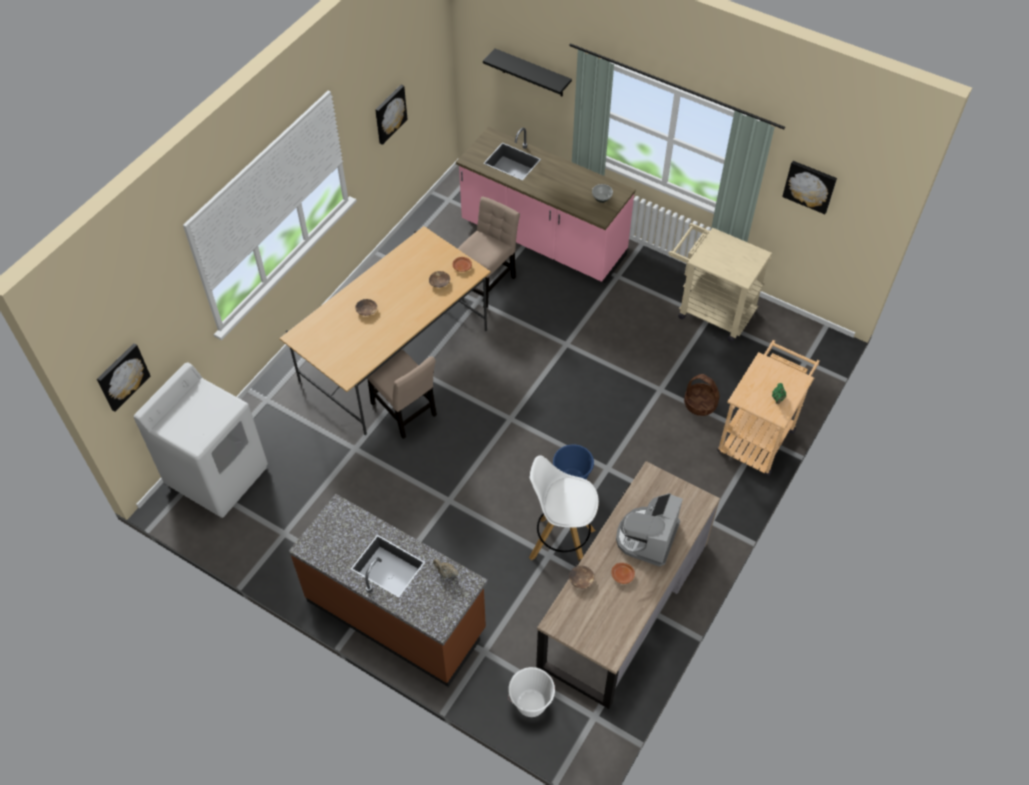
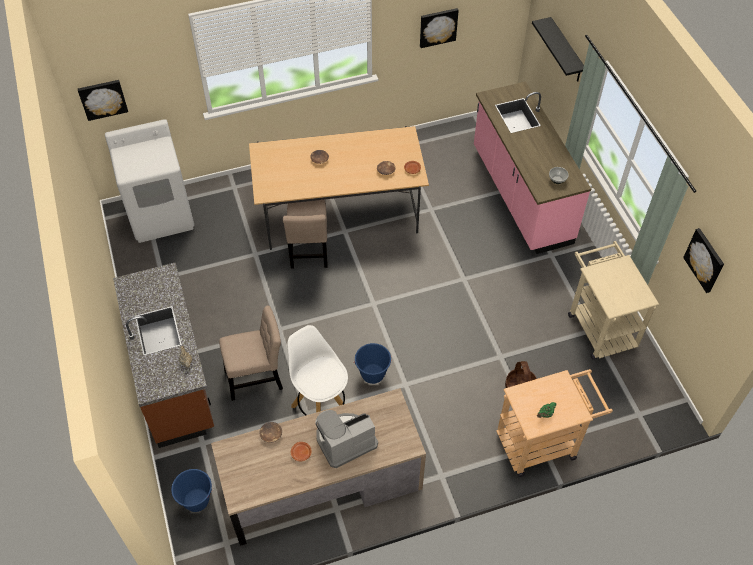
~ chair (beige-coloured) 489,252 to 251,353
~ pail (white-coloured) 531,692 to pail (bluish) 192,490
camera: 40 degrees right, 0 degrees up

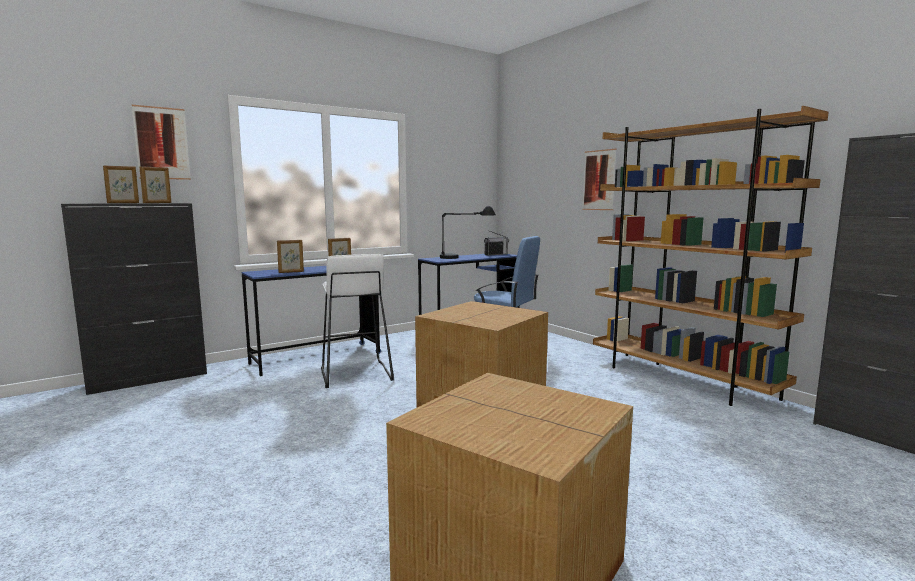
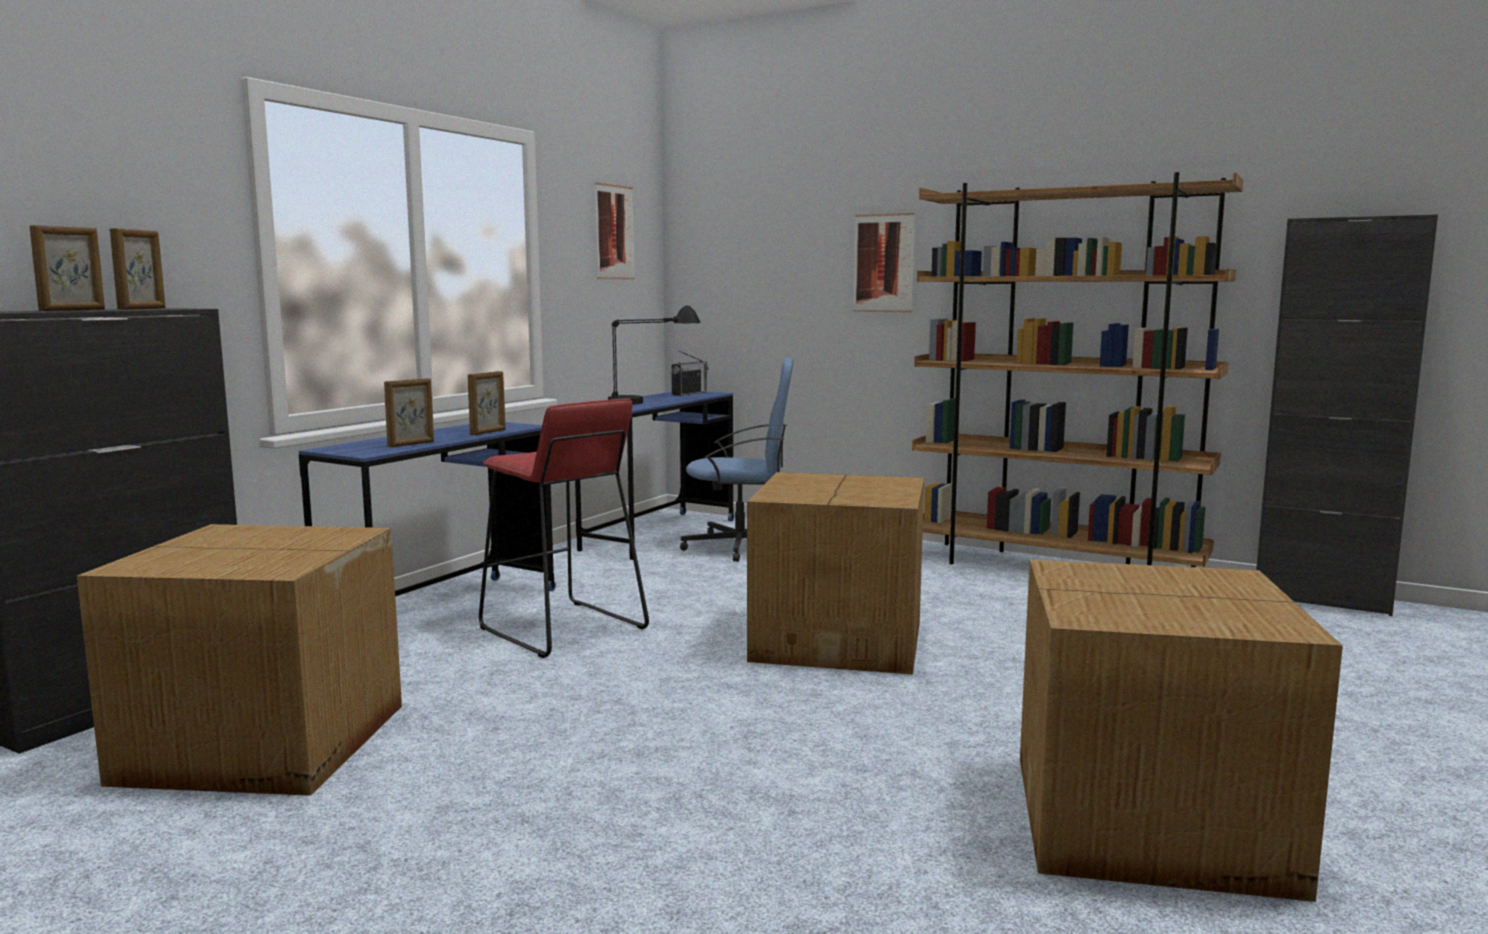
+ carton 239,660
~ wall picture 161,142 to 615,230
~ stool (white-coloured) 357,321 to stool (reddish) 564,528
camera: 25 degrees left, 0 degrees up

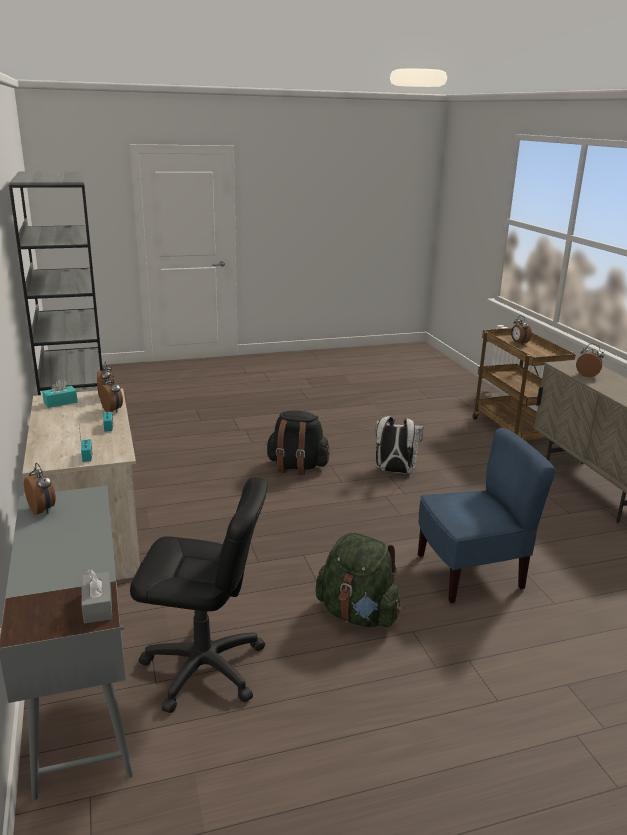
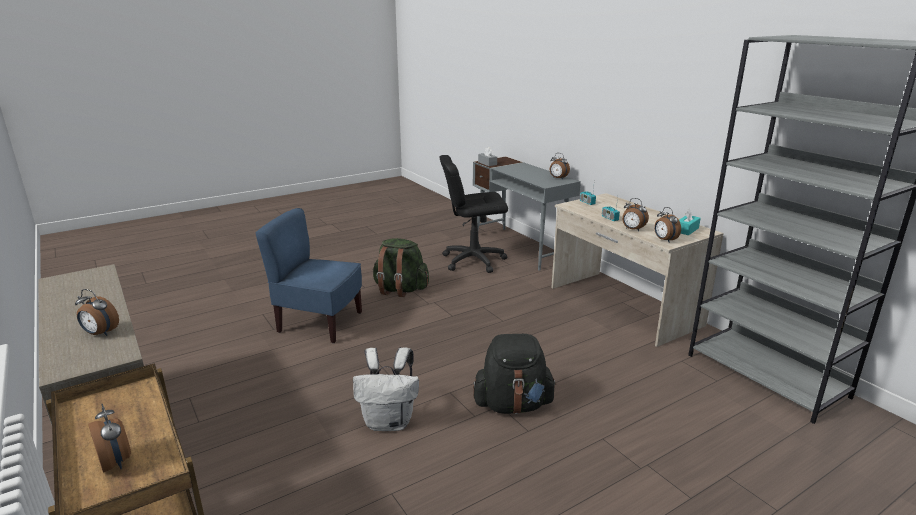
~ chair (bluish) 487,515 = 309,275 45 degrees clockwise
camera: 165 degrees right, 0 degrees up

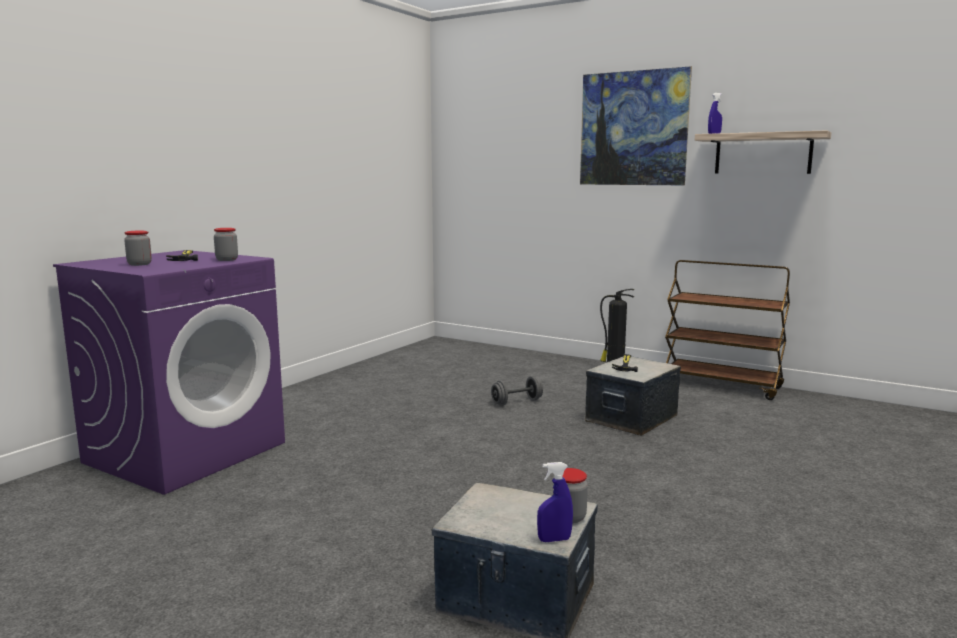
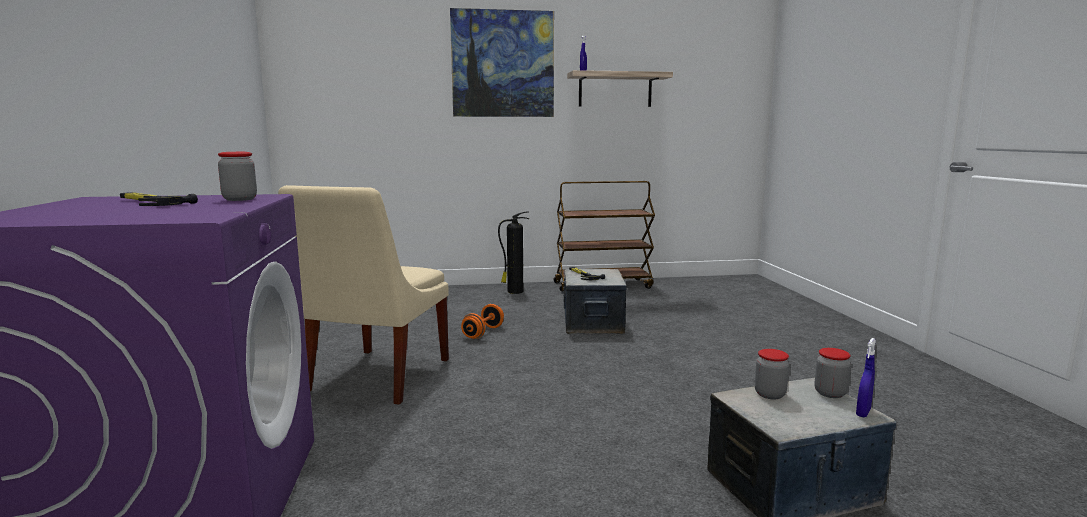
+ chair (beige-coloured) 363,295
~ preserve jar 138,248 to 772,374
~ dumbbell (grey) 517,391 to dumbbell (orange-coloured) 482,321
camera: 40 degrees left, 0 degrees up

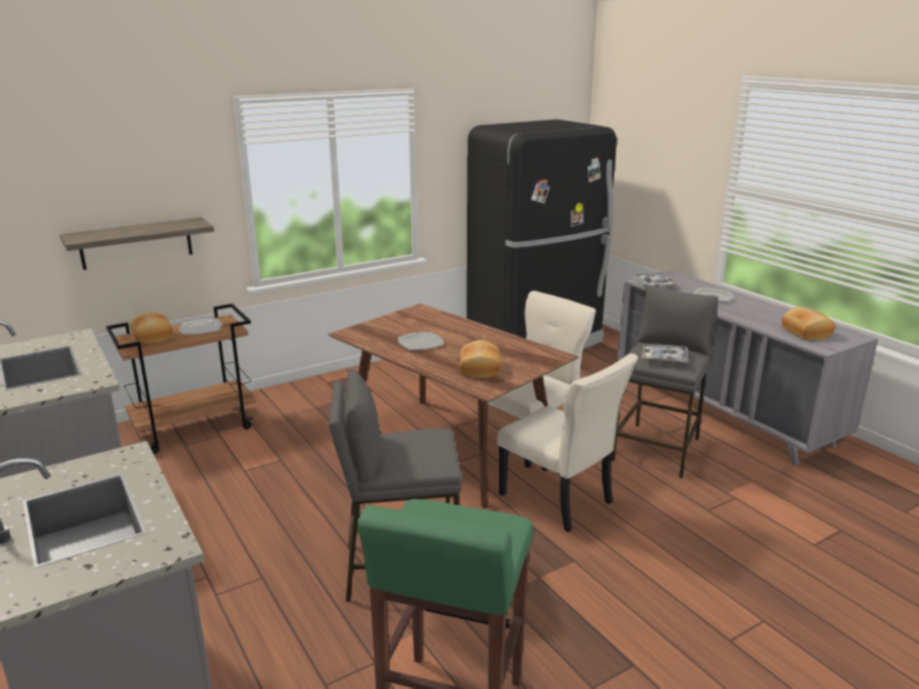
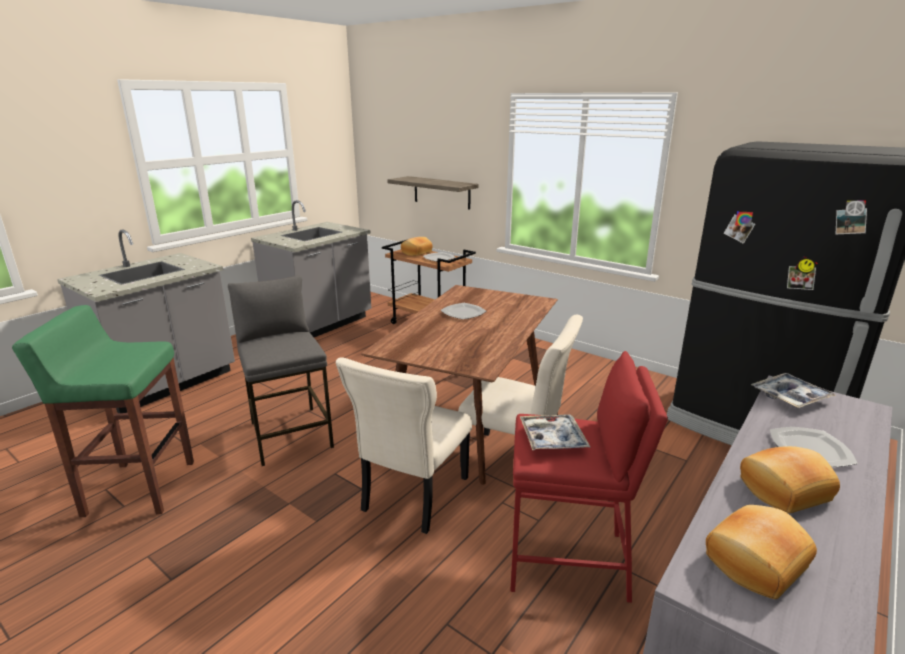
~ bread 480,359 to 790,479
~ stool (grey) 665,381 to stool (reddish) 589,477
camera: 70 degrees right, 0 degrees up

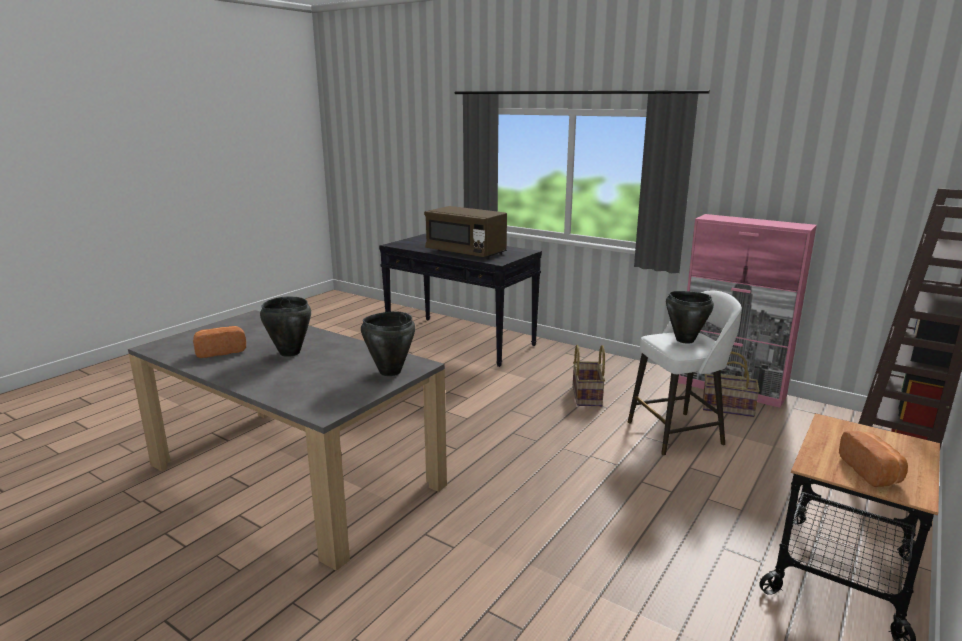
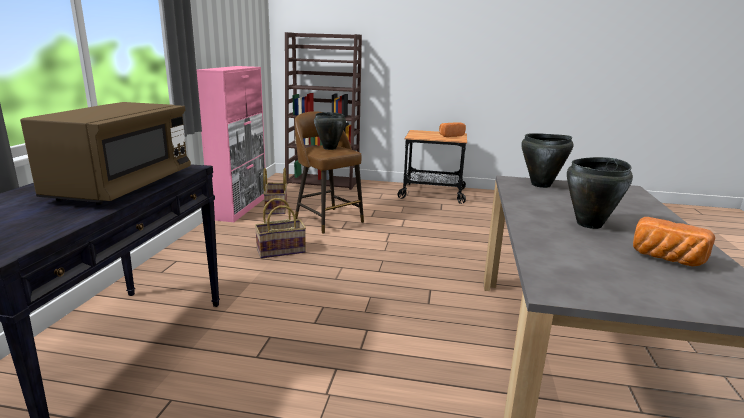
~ stool (white-coloured) 685,373 to stool (brown-coloured) 329,172
camera: 115 degrees left, 0 degrees up

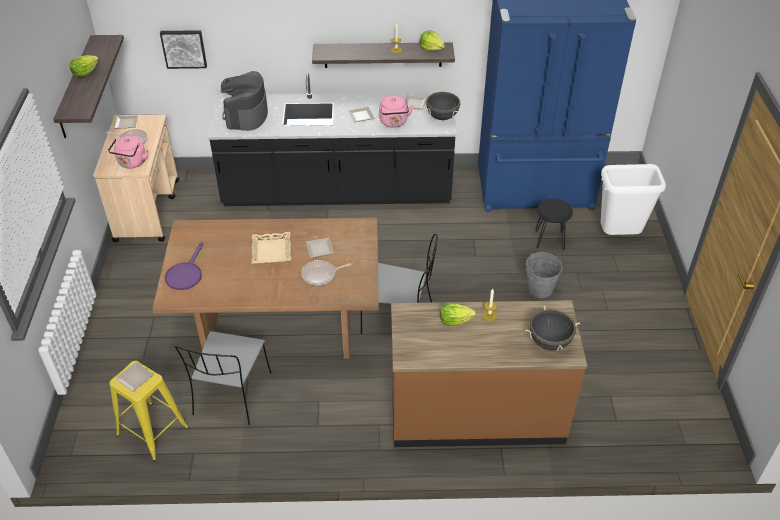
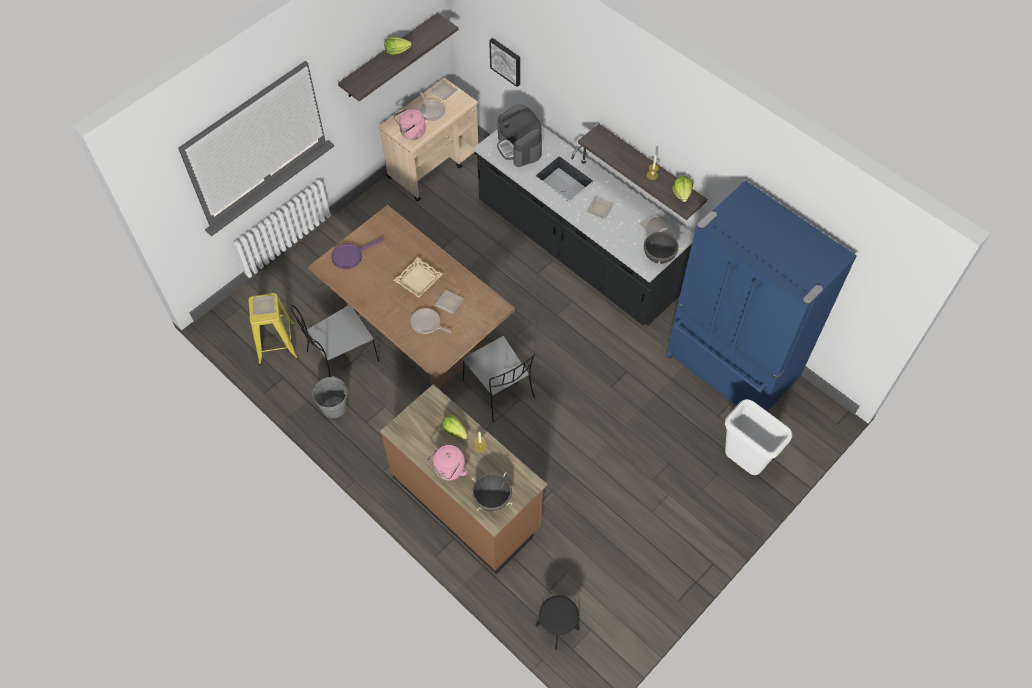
~ kettle (pinkish) 396,112 to 446,462
~ pail (grey) 544,275 to 329,397
~ stool (black-coloured) 554,225 to 557,623
~ coffee machine 244,101 = 519,136 75 degrees counterclockwise
camera: 45 degrees right, 15 degrees up

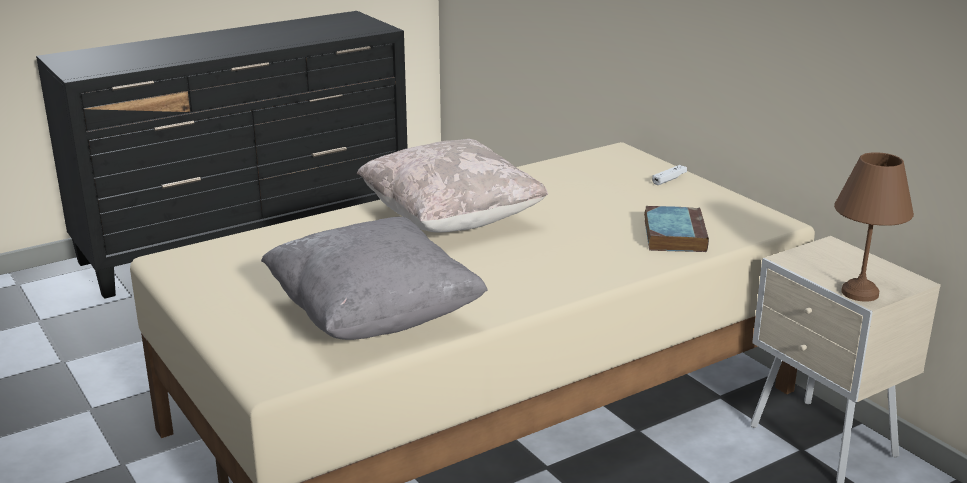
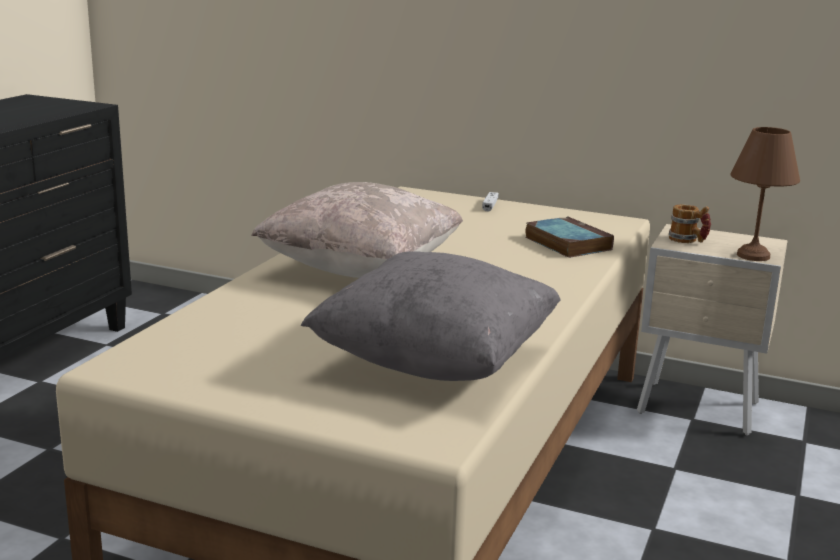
+ tea mug 690,223
camera: 35 degrees left, 5 degrees down

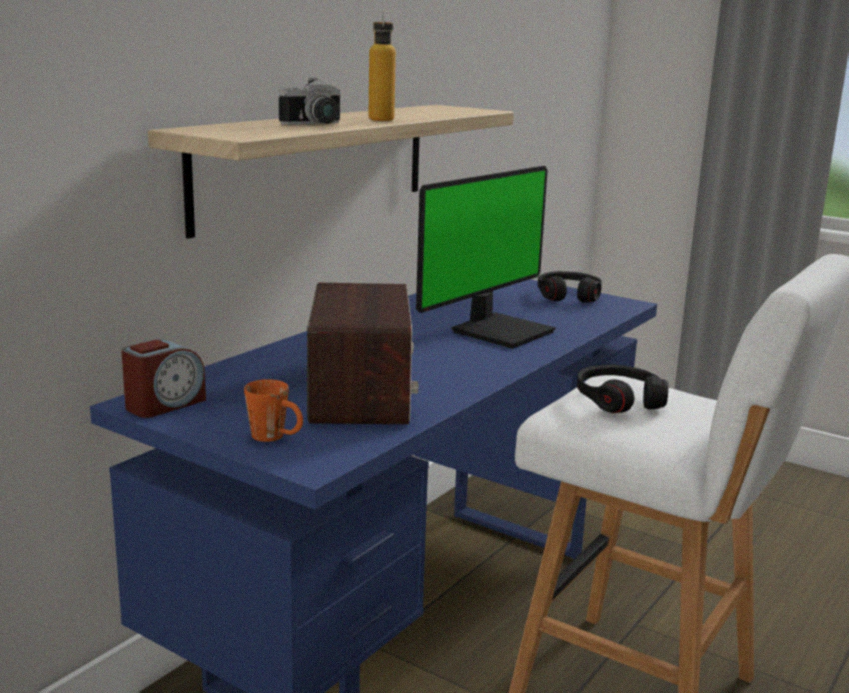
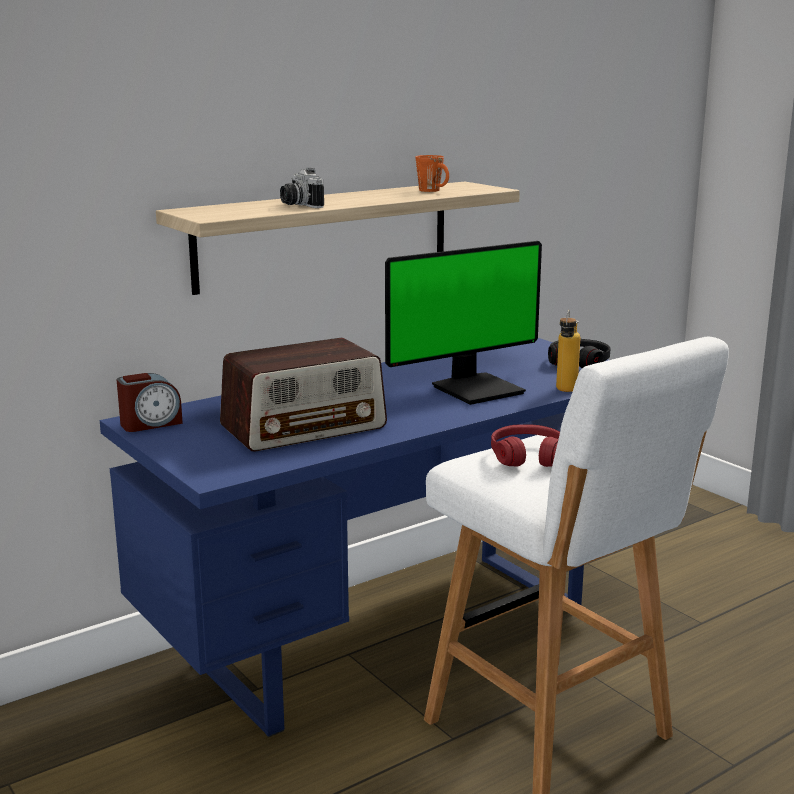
~ tea mug (orange-coloured) 273,410 to 432,173
~ drink bottle 382,65 to 568,351
~ pair of headphones (black-coloured) 622,388 to pair of headphones (reddish) 525,445
~ still camera 310,101 = 302,188 75 degrees clockwise
~ radio receiver 362,353 = 303,395 45 degrees clockwise
camera: 20 degrees right, 0 degrees up

